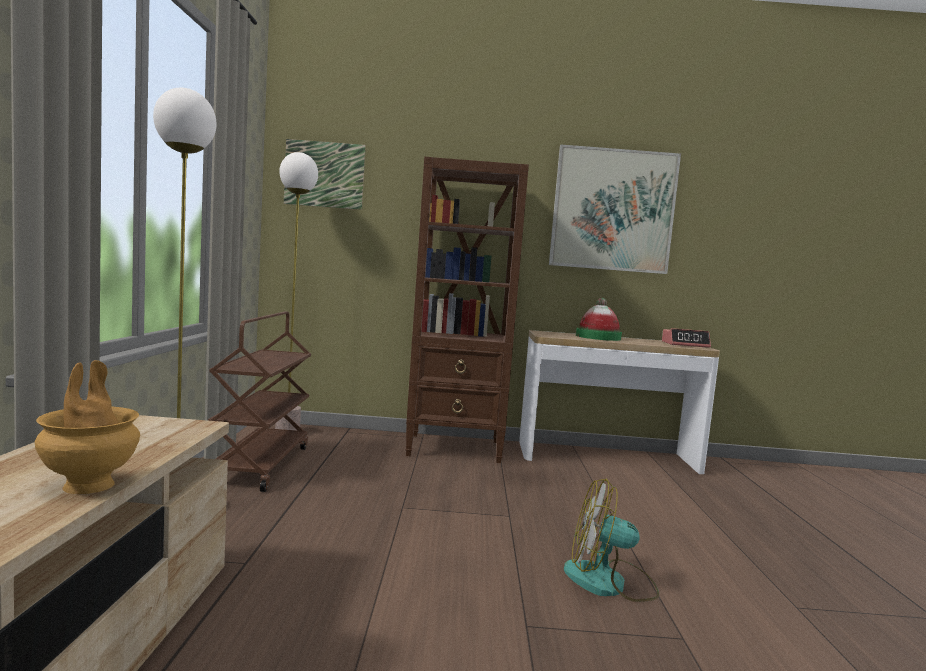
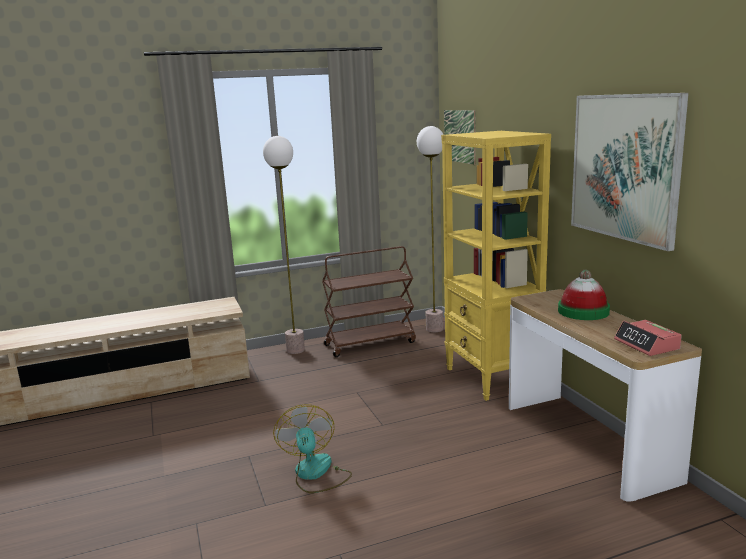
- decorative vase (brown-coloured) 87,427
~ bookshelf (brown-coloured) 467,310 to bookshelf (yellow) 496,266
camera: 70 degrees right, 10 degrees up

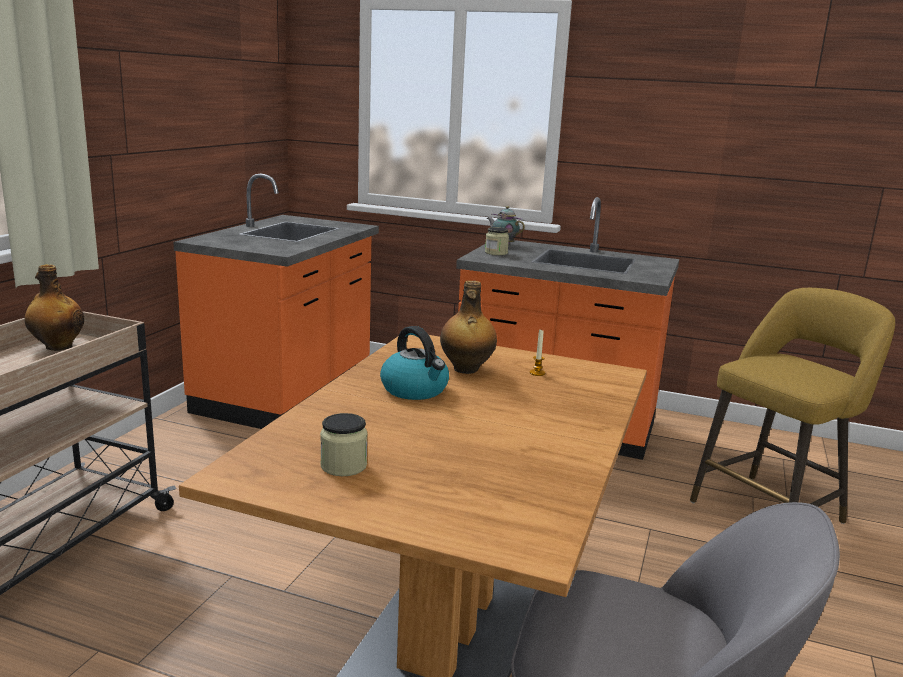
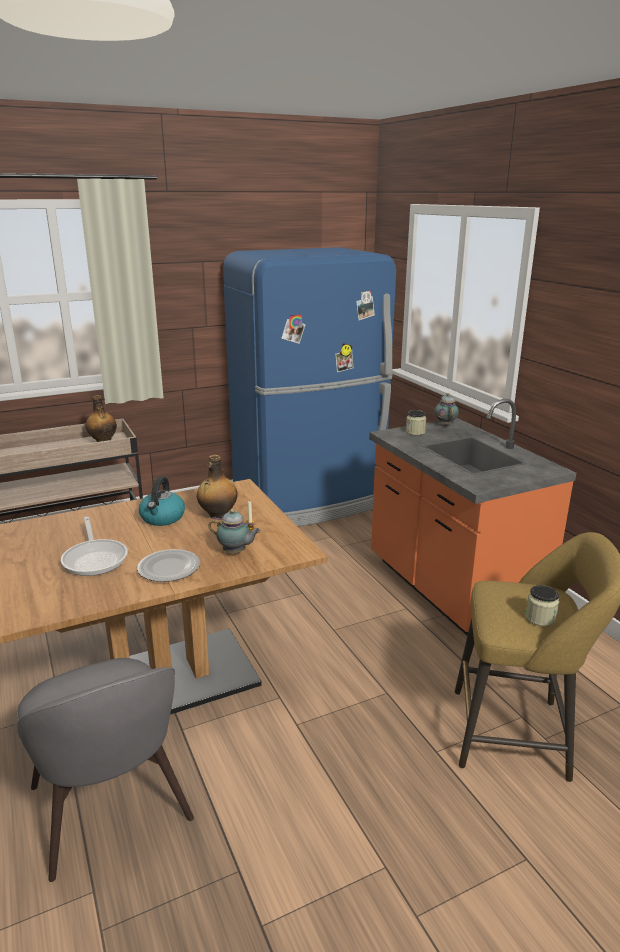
+ pan 94,546
+ plate 168,565
+ teapot 235,531
~ preserve jar 344,444 to 542,605
~ kitchen base unit (orange-coloured) 276,301 to refrigerator (bluish) 309,386
camera: 45 degrees right, 5 degrees up

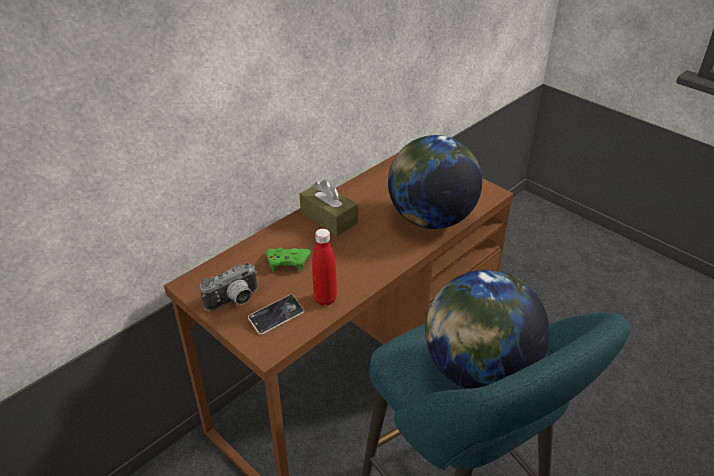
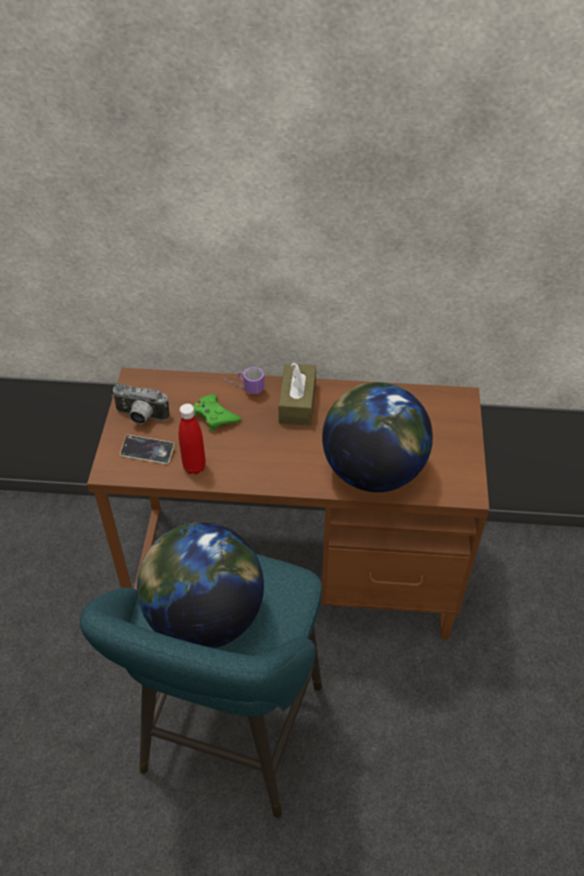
+ tea mug 244,380
camera: 50 degrees right, 10 degrees up

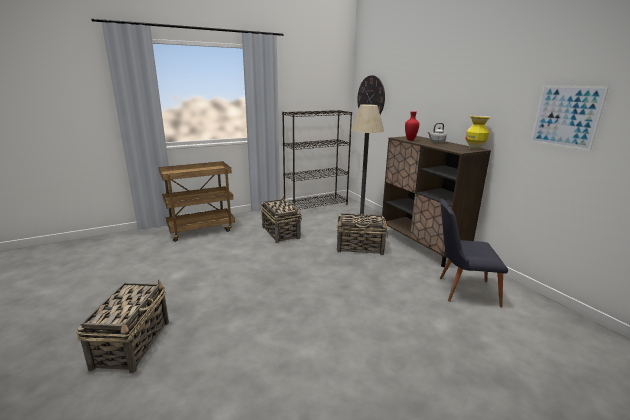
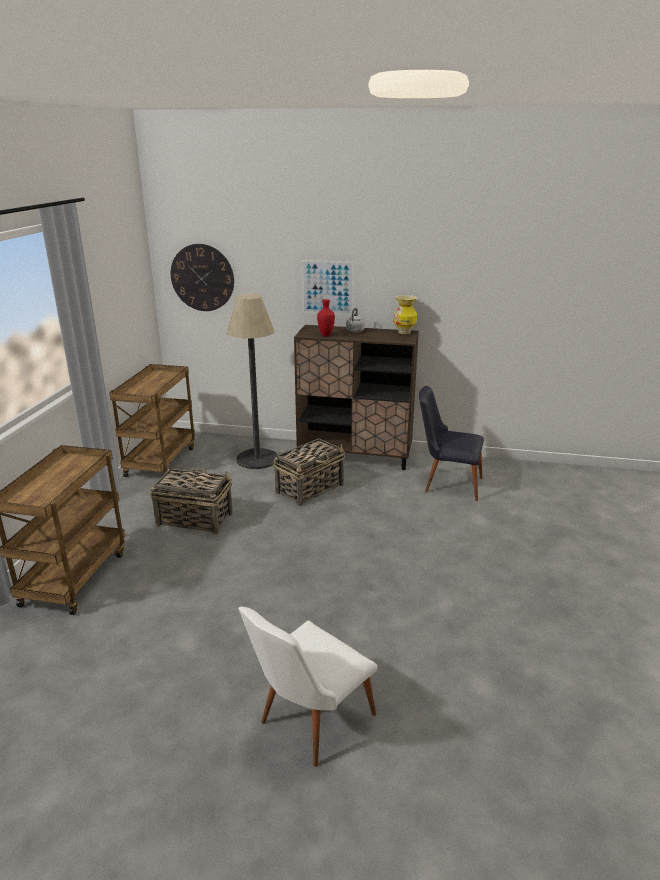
~ wall picture 570,118 to 328,287
~ household basket 122,326 to chair (white-coloured) 308,687
~ bookshelf (black-coloured) 317,160 to trolley (brown-coloured) 152,420
~ chair (black-coloured) 474,253 = 451,443 60 degrees clockwise
camera: 50 degrees left, 5 degrees up

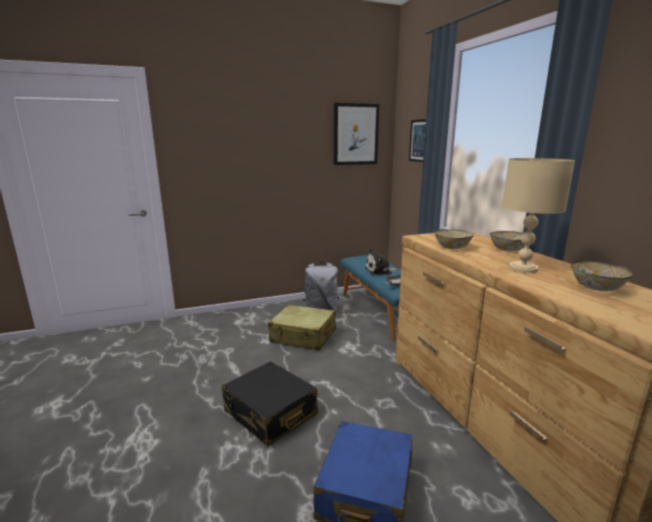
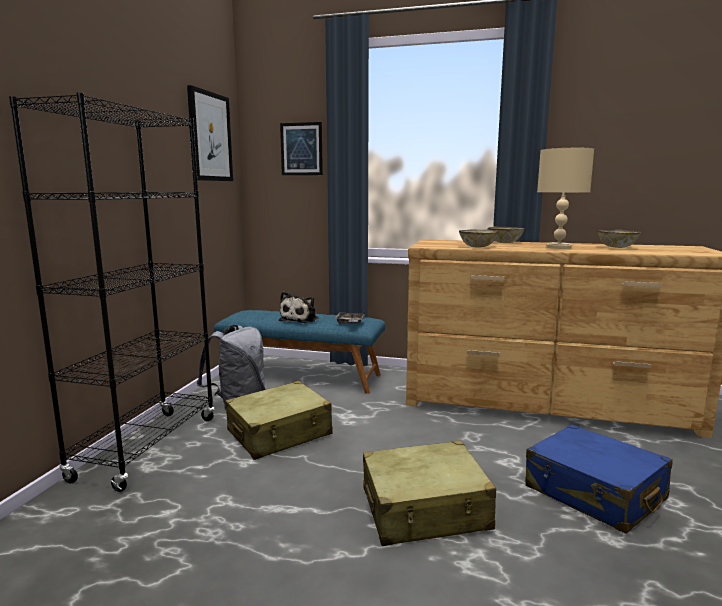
+ bookshelf (black-coloured) 112,292
~ suitcase (black-coloured) 270,404 to suitcase (beige-coloured) 429,493
camera: 55 degrees left, 5 degrees down

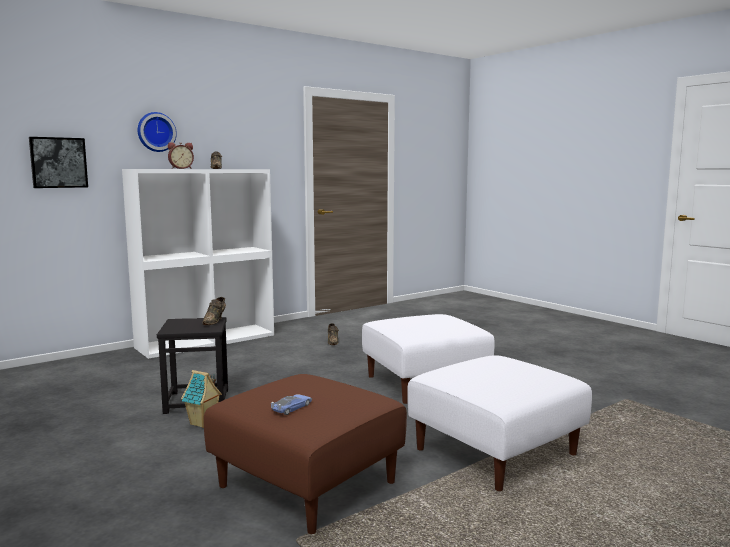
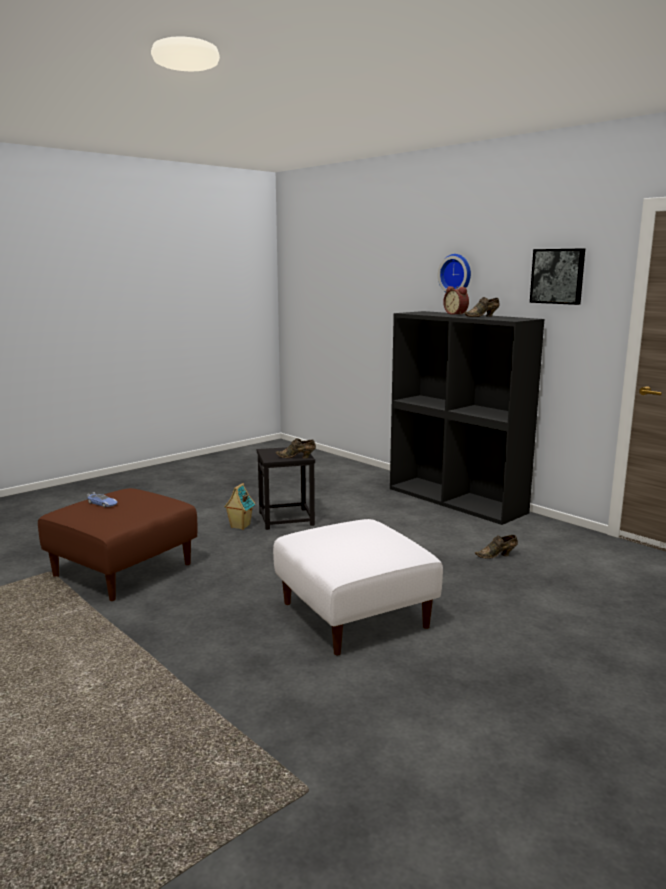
- ottoman (white-coloured) 499,423
~ wall picture 58,162 to 557,276
~ bookshelf (white-coloured) 198,264 to bookshelf (black-coloured) 467,418
camera: 85 degrees right, 5 degrees up

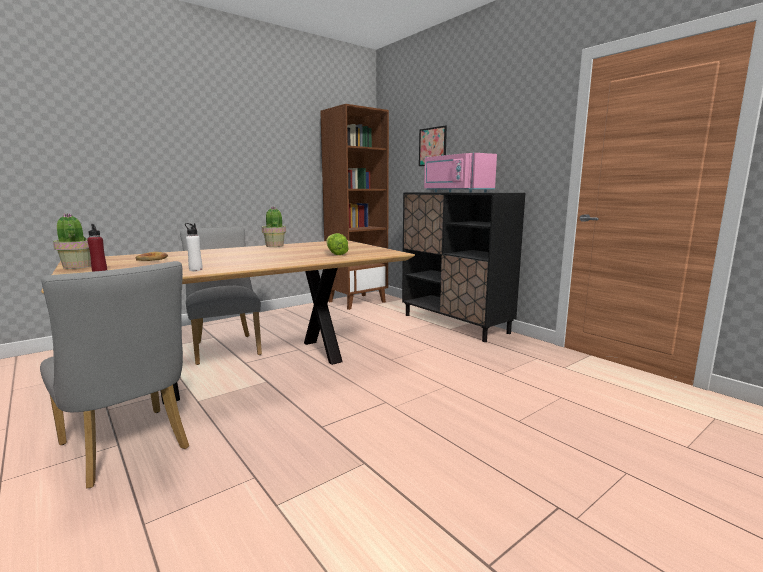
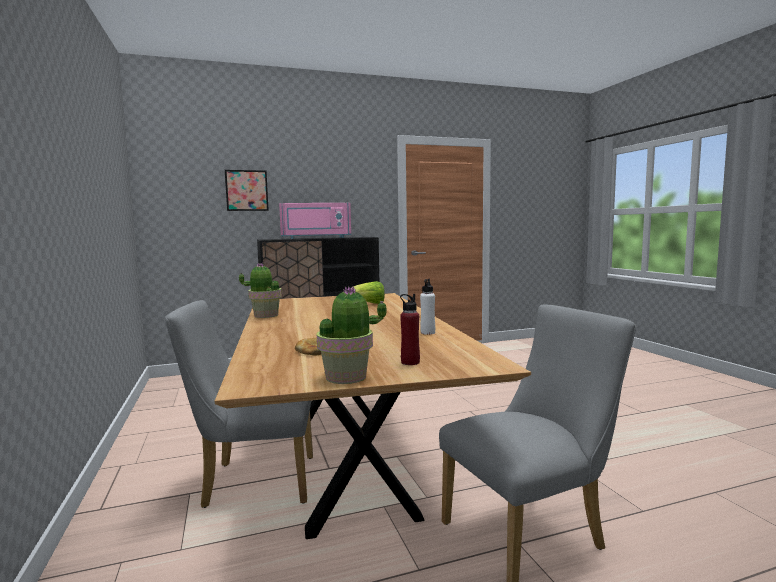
- bookshelf (brown-coloured) 354,207
camera: 70 degrees left, 5 degrees down

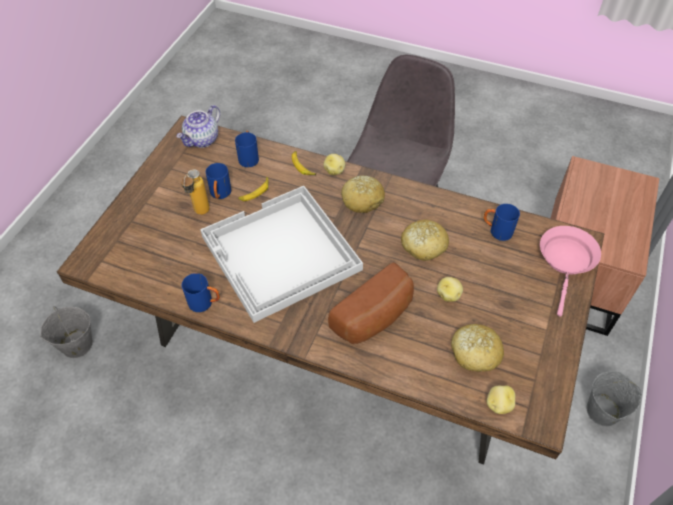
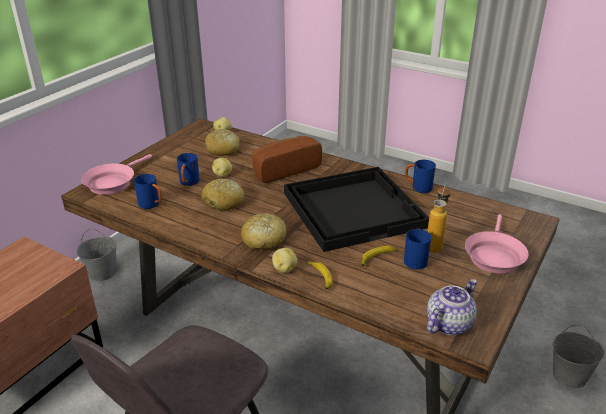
+ pan (pinkish) 497,243
~ tea mug (bluish) 247,149 to 188,169
~ carrying tray (white-coloured) 281,254 to carrying tray (black-coloured) 356,209
camera: 170 degrees left, 20 degrees down

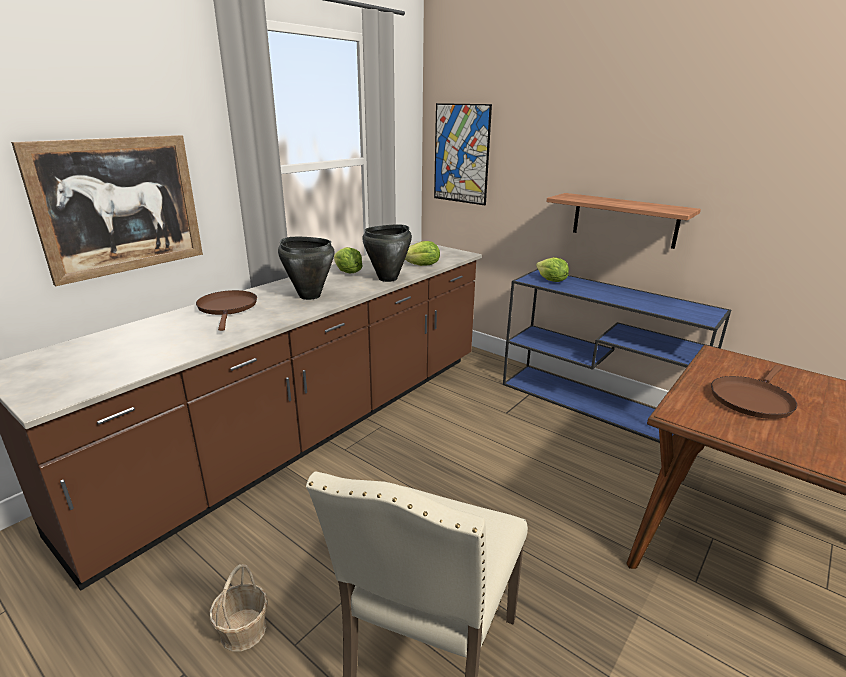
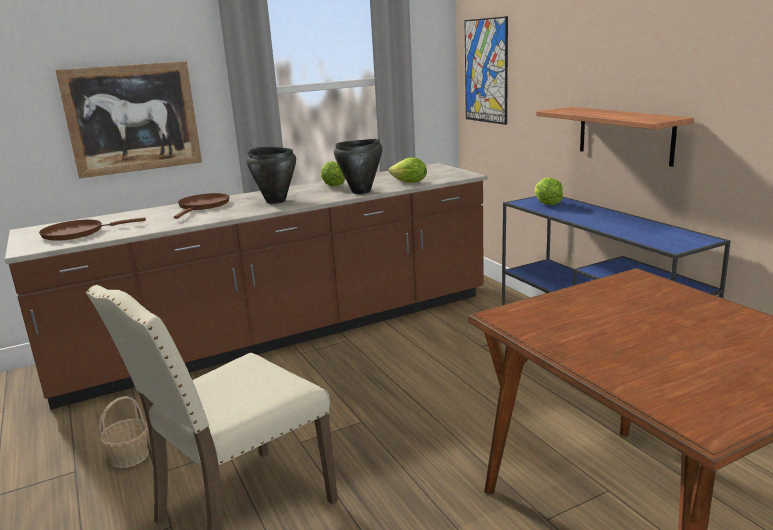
~ pan (brown-coloured) 754,392 to 92,229
camera: 25 degrees right, 5 degrees down

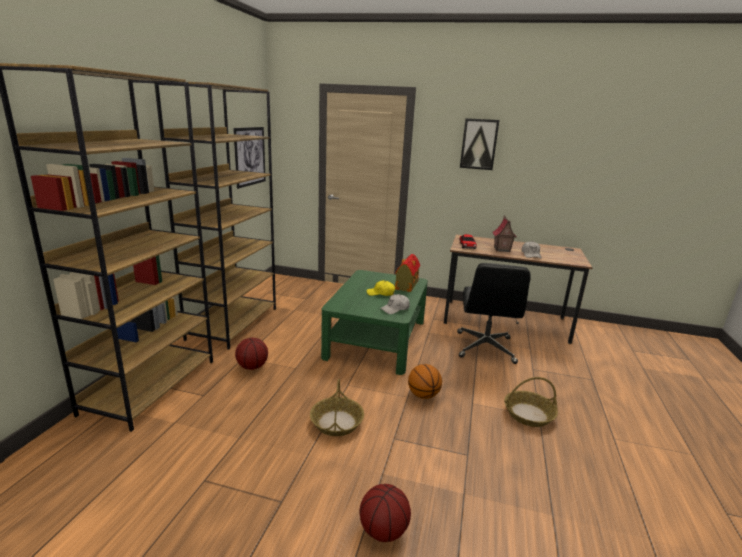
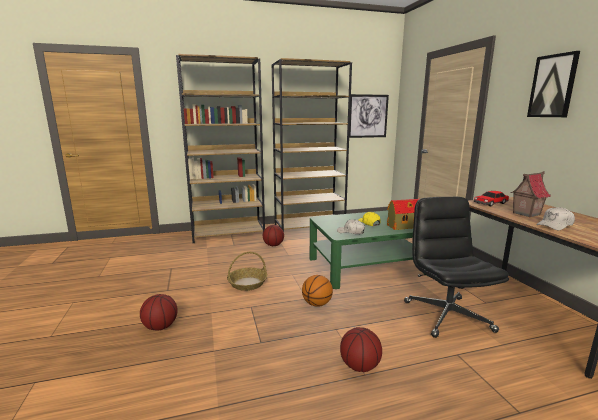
~ household basket 531,402 to basketball 361,349
~ computer chair (black-coloured) 494,313 = 456,267 105 degrees clockwise
camera: 60 degrees right, 5 degrees down

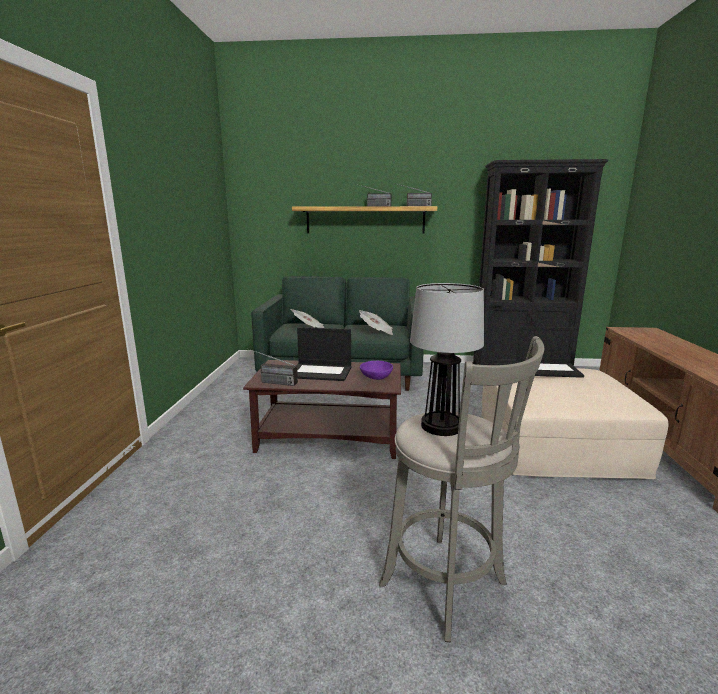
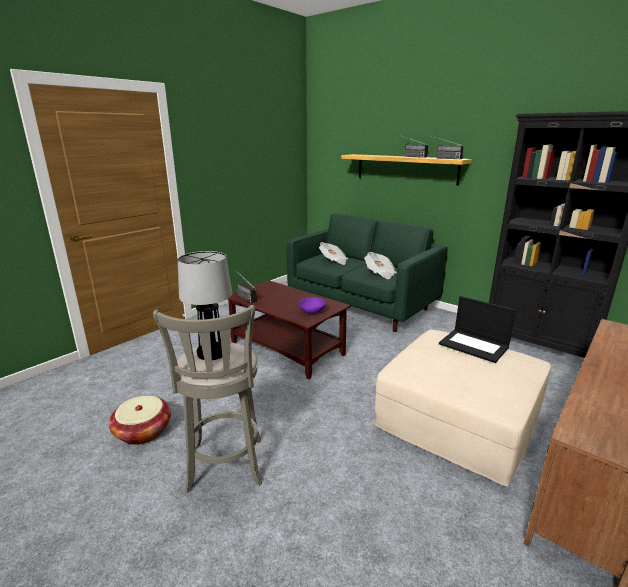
- laptop 323,354
+ household basket 140,420
camera: 35 degrees right, 5 degrees up

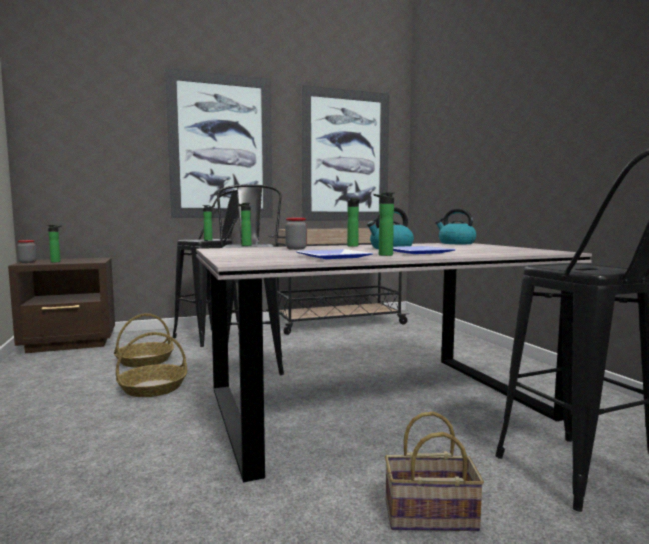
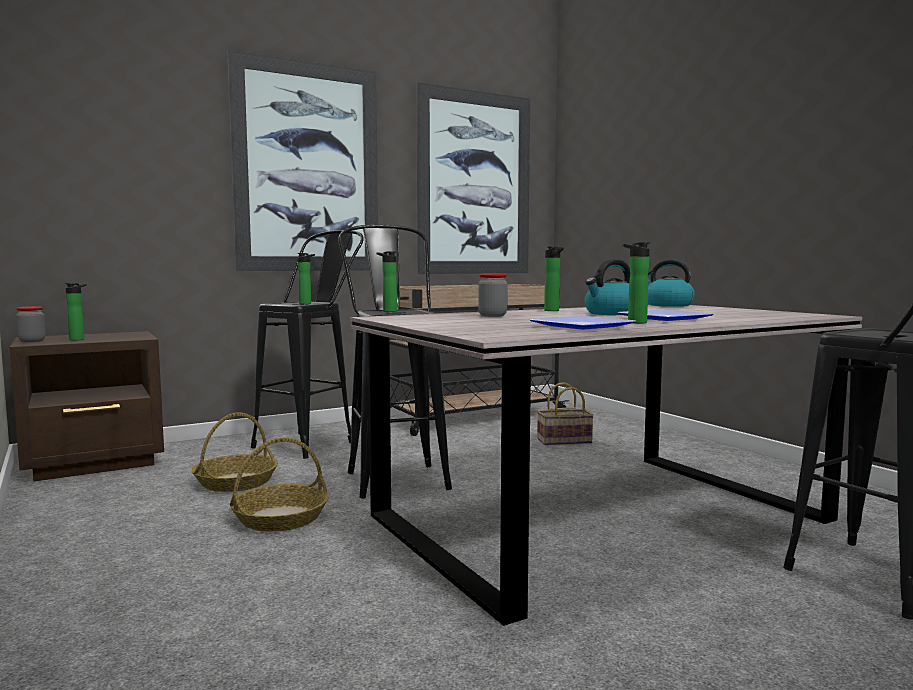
~ household basket 434,471 to 565,413
camera: 10 degrees left, 0 degrees up

